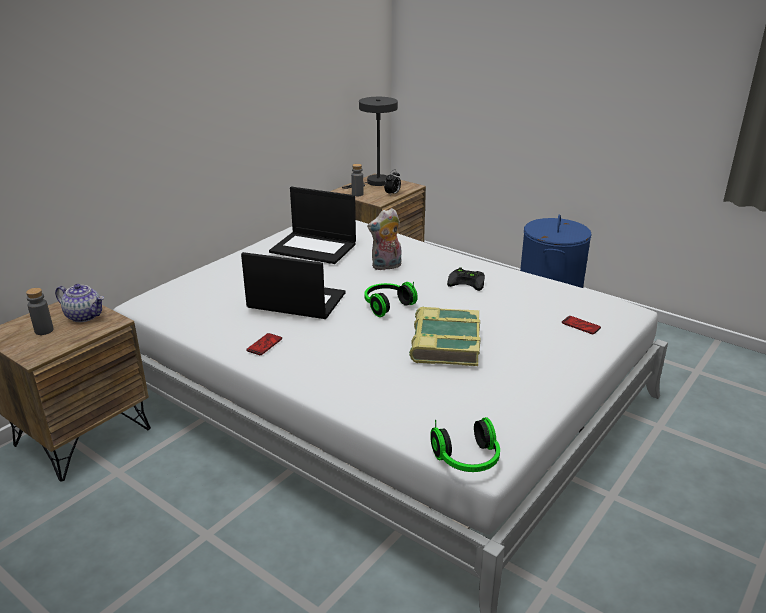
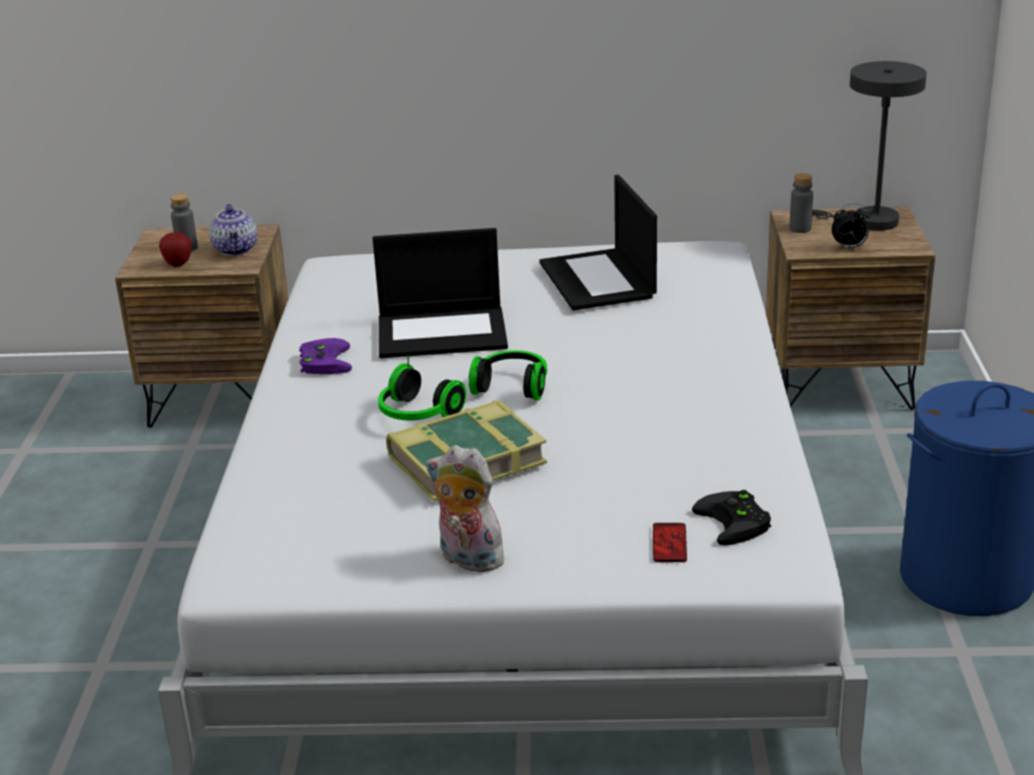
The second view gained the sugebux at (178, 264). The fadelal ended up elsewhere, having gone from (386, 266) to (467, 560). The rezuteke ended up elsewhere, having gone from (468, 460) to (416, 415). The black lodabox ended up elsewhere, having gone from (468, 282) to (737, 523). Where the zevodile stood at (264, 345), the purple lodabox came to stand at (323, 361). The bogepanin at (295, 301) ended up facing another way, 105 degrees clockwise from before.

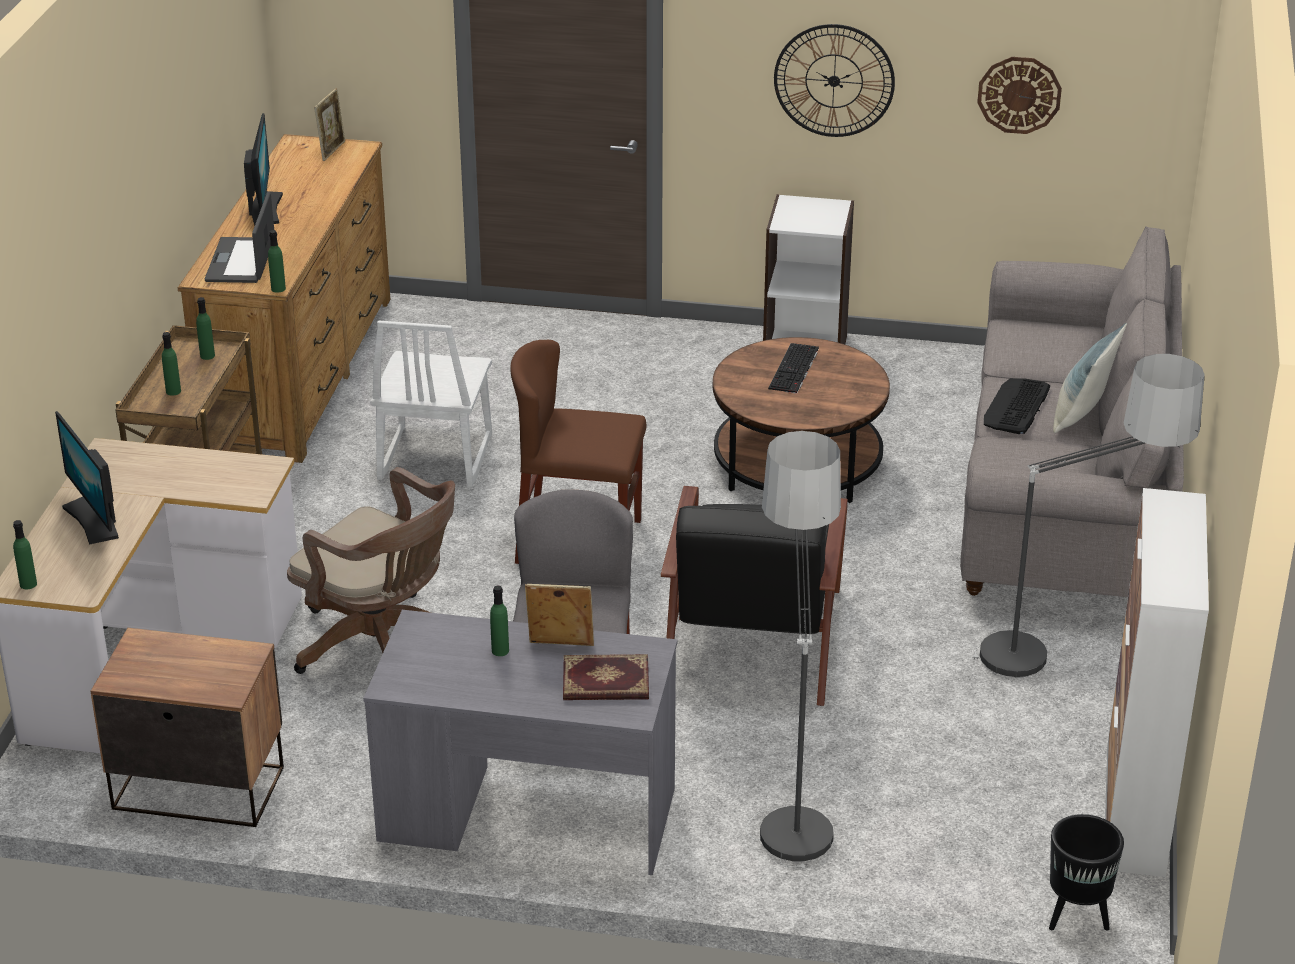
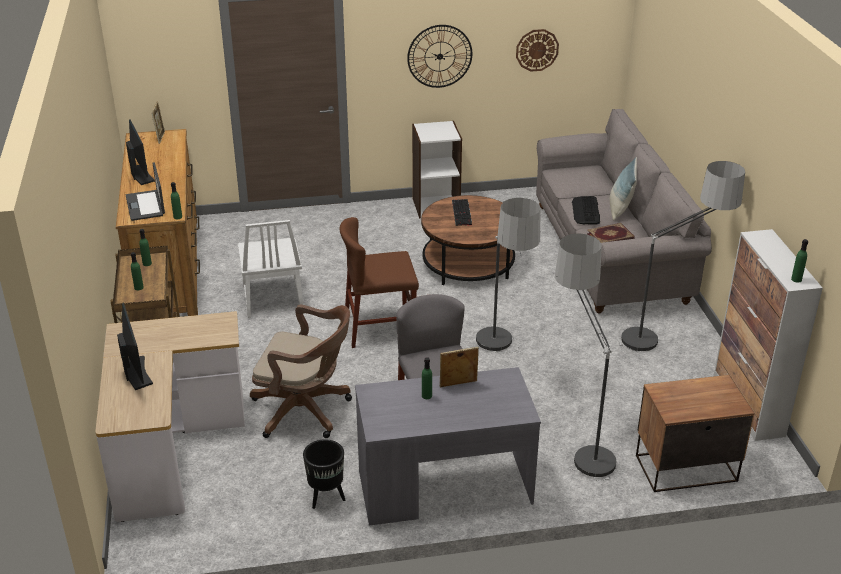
The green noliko ended up elsewhere, having gone from (28, 584) to (796, 279). The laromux ended up elsewhere, having gone from (198, 785) to (684, 467). The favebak ended up elsewhere, having gone from (606, 683) to (610, 237). The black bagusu ended up elsewhere, having gone from (1075, 917) to (325, 497). Where the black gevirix stood at (753, 635), the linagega came to stand at (503, 359). The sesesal at (93, 520) ended up facing another way, 150 degrees counterclockwise from before.

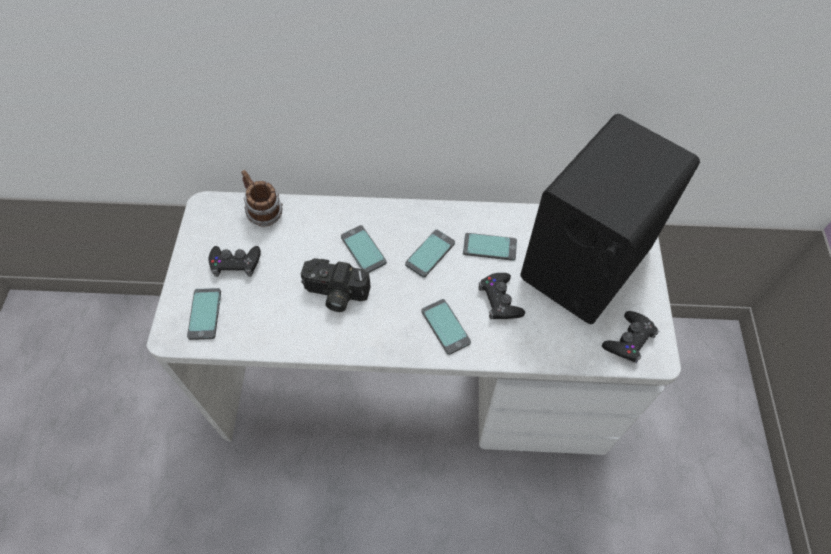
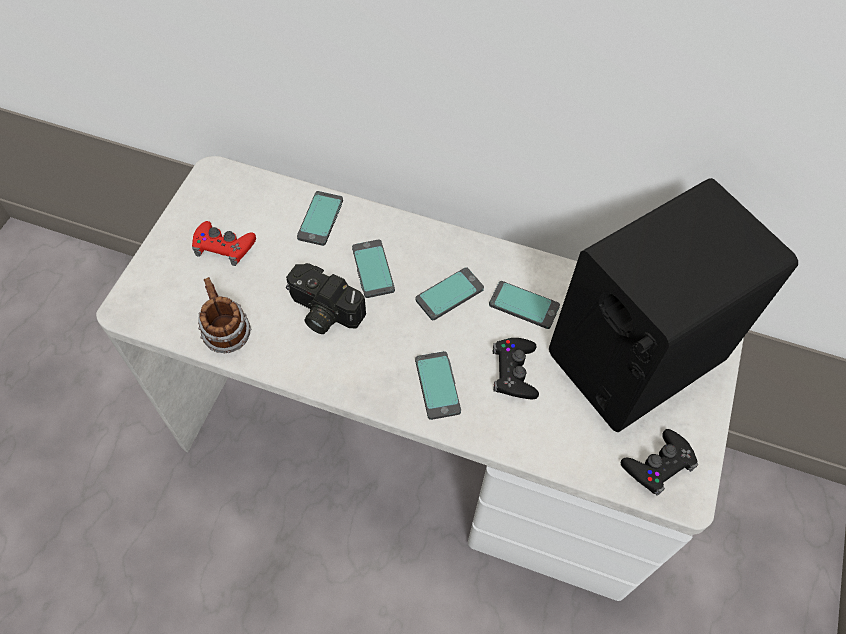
The zevodile ended up elsewhere, having gone from (205, 314) to (321, 219). The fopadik ended up elsewhere, having gone from (263, 213) to (226, 333). What was the black lodabox at (235, 263) turned into the red lodabox at (224, 246).

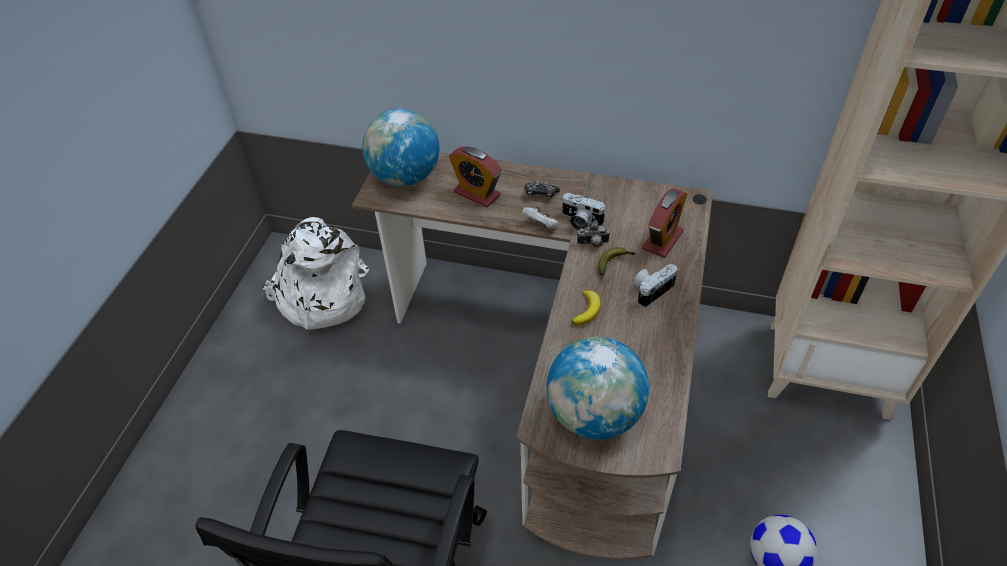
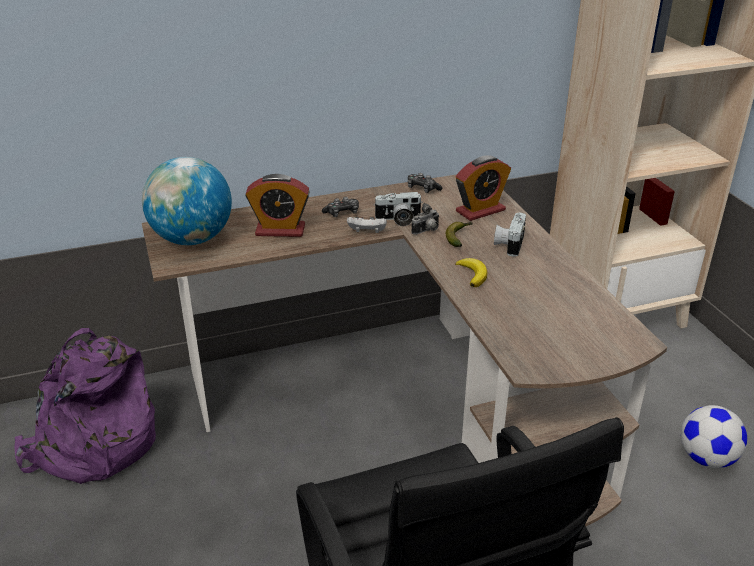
The second view lost the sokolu at (594, 415). The second view gained the lodabox at (422, 189). What was the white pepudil at (320, 297) turned into the purple pepudil at (93, 445). The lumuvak at (662, 240) ended up facing another way, 60 degrees clockwise from before.

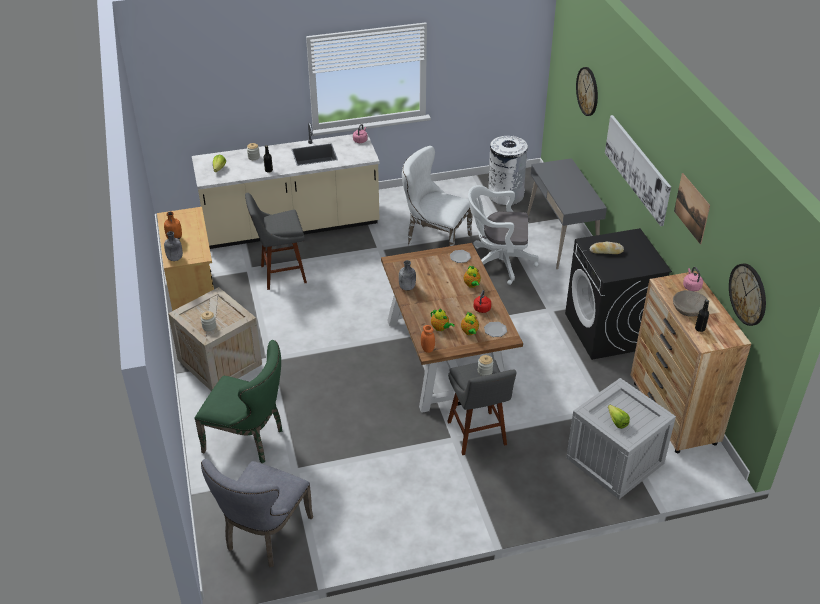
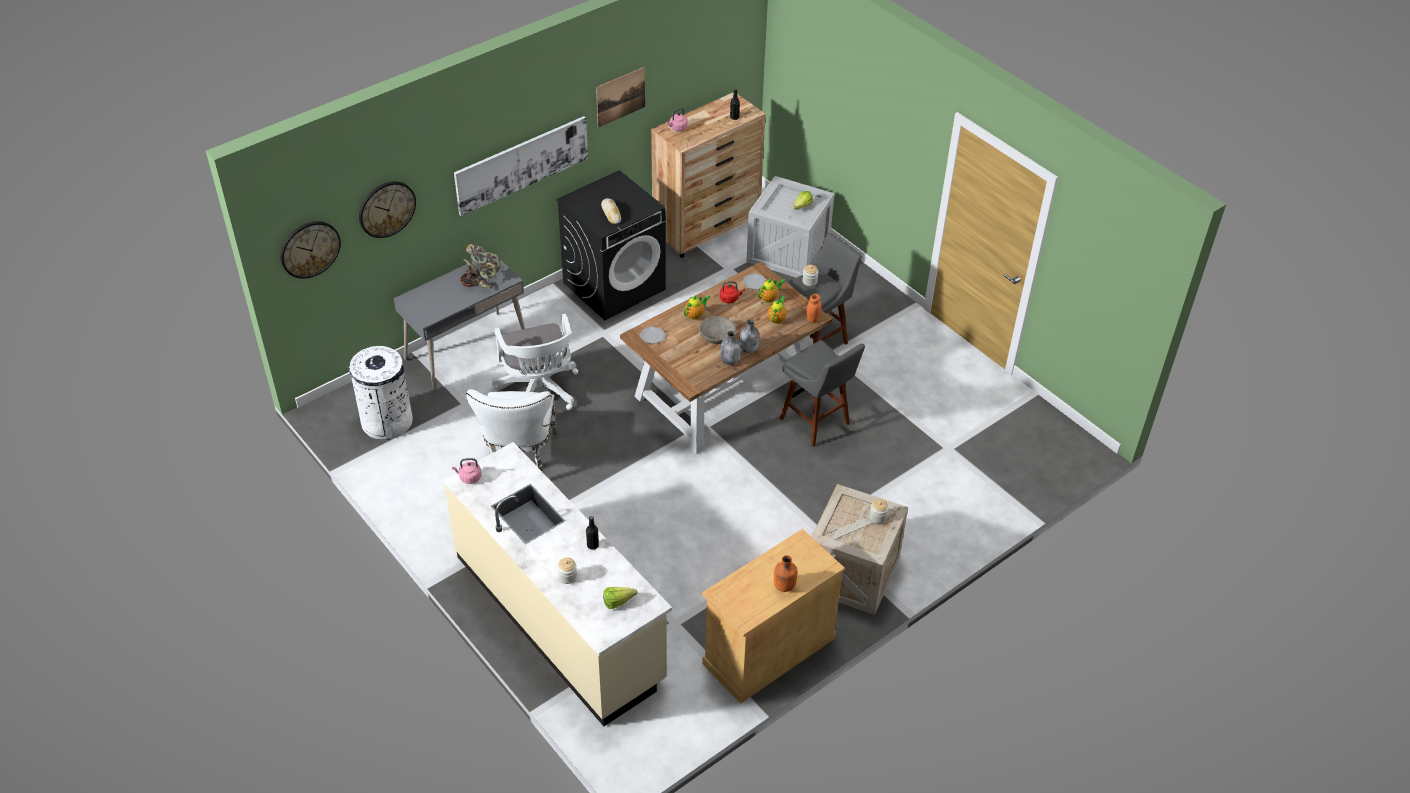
The second view lost the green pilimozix at (249, 439). The second view lost the grey pilimozix at (264, 536). The second view gained the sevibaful at (481, 277). The grey noliko ended up elsewhere, having gone from (175, 258) to (749, 349). The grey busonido ended up elsewhere, having gone from (280, 274) to (817, 423). The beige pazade ended up elsewhere, having gone from (688, 309) to (717, 336). The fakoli ended up elsewhere, having gone from (748, 294) to (310, 249).

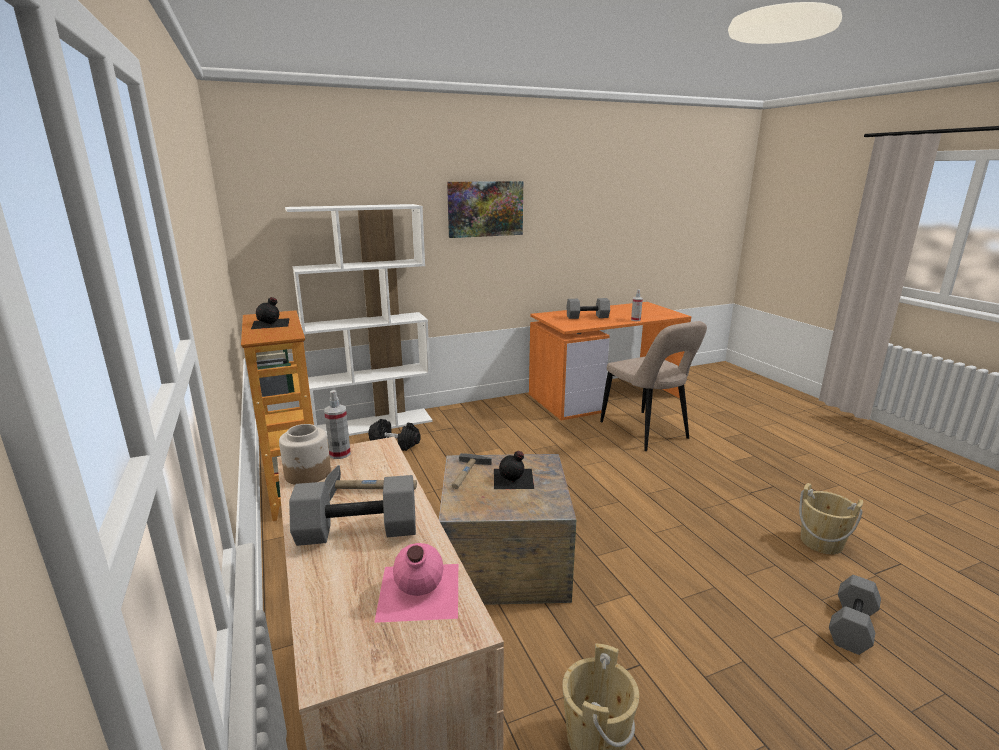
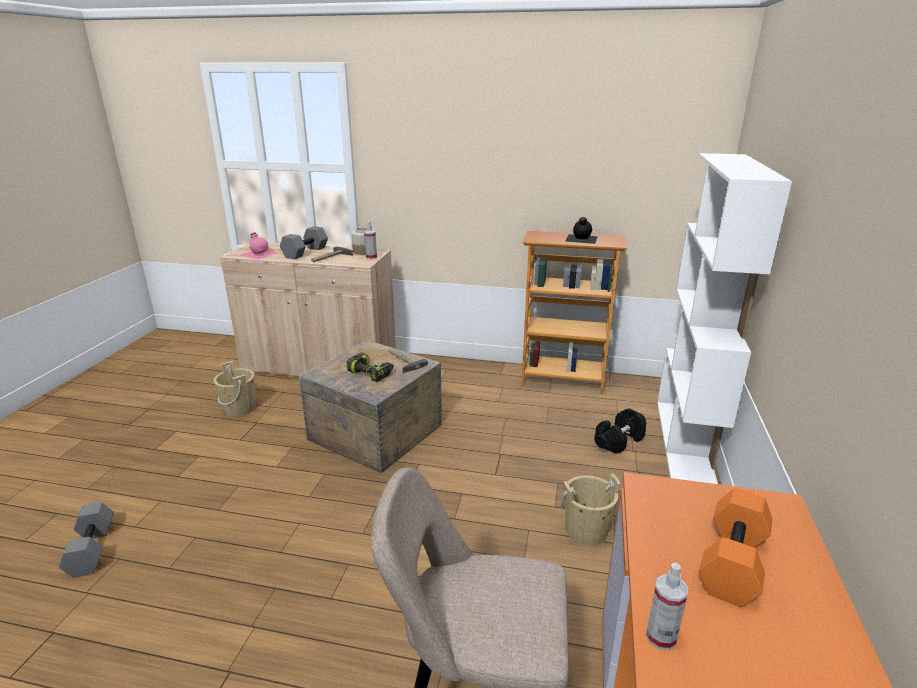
The second view lost the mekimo at (485, 209). The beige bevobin ended up elsewhere, having gone from (821, 542) to (586, 530). Where the black noliko stood at (514, 478), the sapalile came to stand at (371, 373). What was the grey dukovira at (587, 317) turned into the orange dukovira at (734, 563).

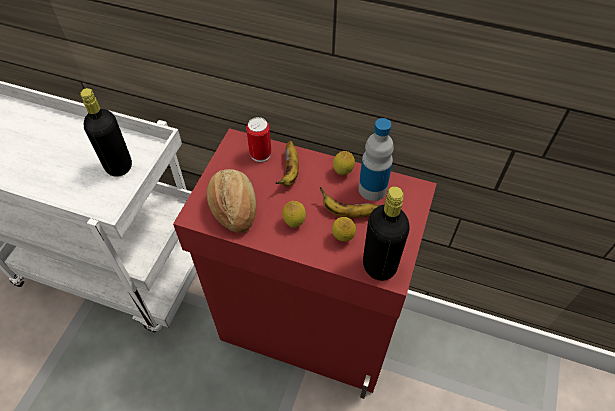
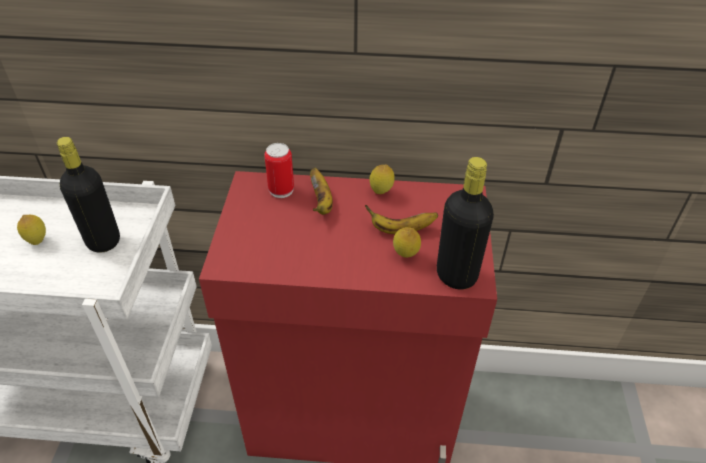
The second view lost the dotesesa at (233, 208). The second view lost the noliko at (372, 189). The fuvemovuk ended up elsewhere, having gone from (294, 223) to (37, 241).

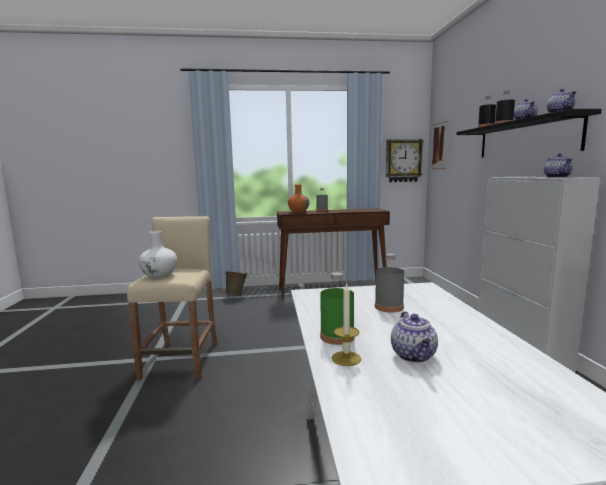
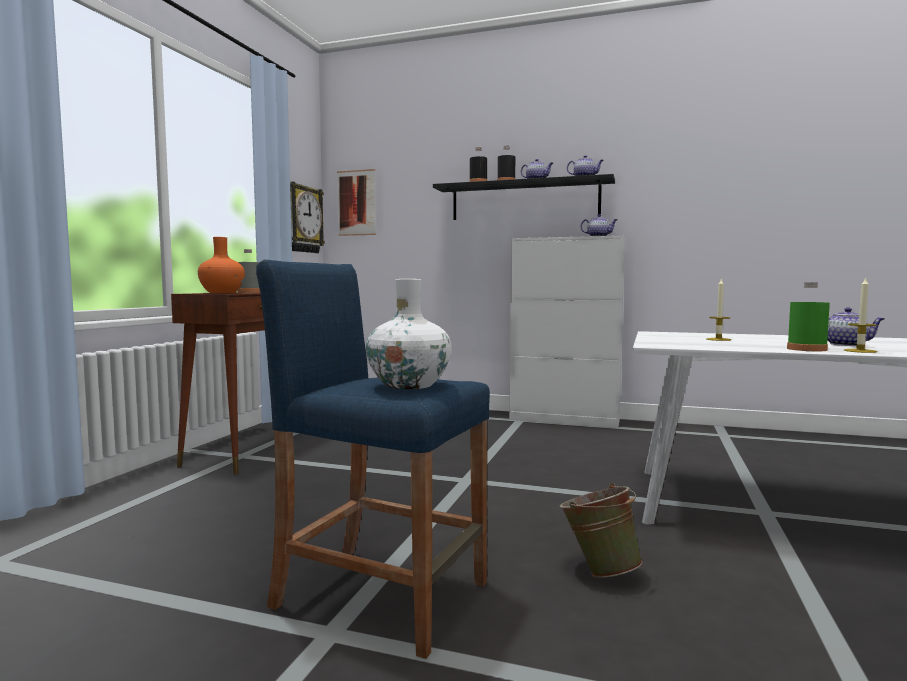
The green bevobin ended up elsewhere, having gone from (236, 295) to (599, 570). Where the grey noliko stood at (389, 307), the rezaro came to stand at (718, 339). What was the beige busonido at (181, 359) turned into the blue busonido at (381, 595).

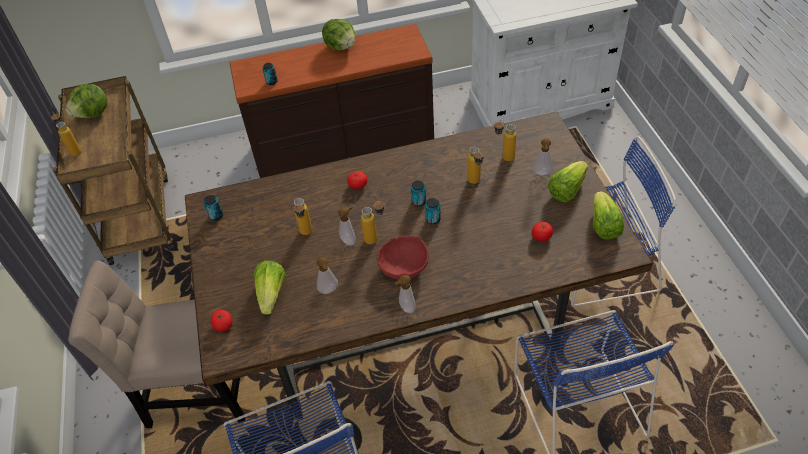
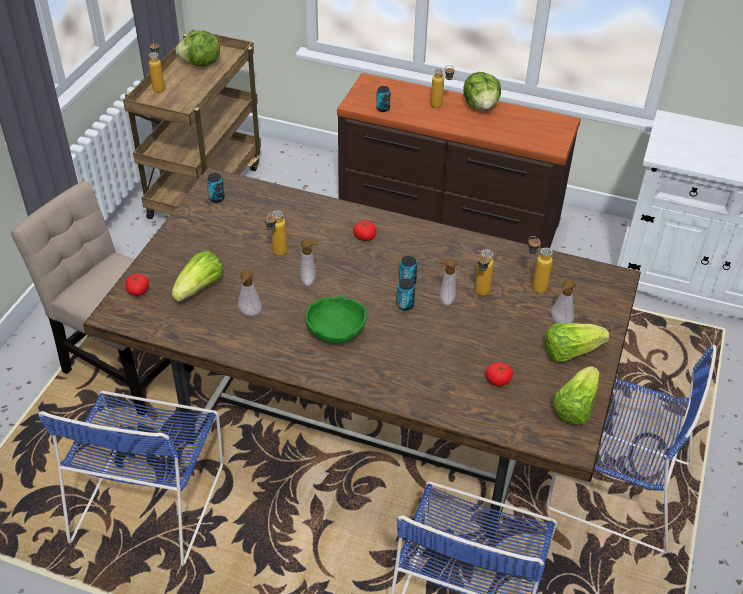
The noliko ended up elsewhere, having gone from (376, 238) to (441, 106). The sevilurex ended up elsewhere, having gone from (406, 308) to (445, 300). What was the red pazade at (403, 266) turned into the green pazade at (335, 331).

